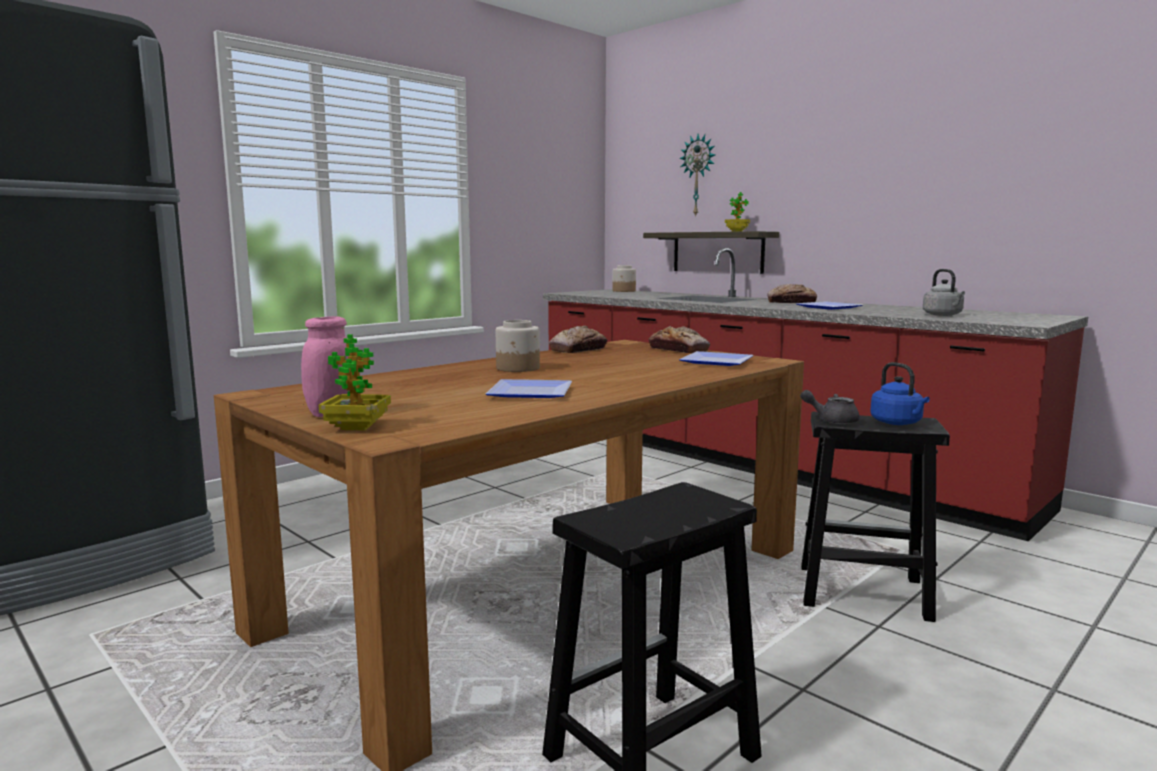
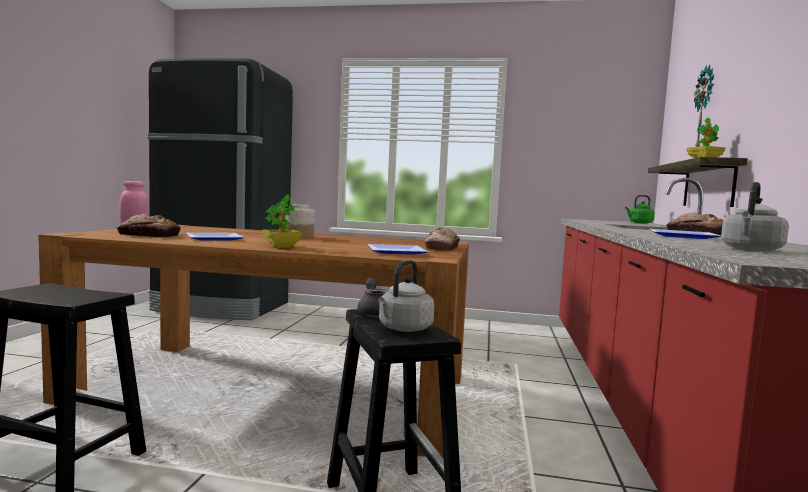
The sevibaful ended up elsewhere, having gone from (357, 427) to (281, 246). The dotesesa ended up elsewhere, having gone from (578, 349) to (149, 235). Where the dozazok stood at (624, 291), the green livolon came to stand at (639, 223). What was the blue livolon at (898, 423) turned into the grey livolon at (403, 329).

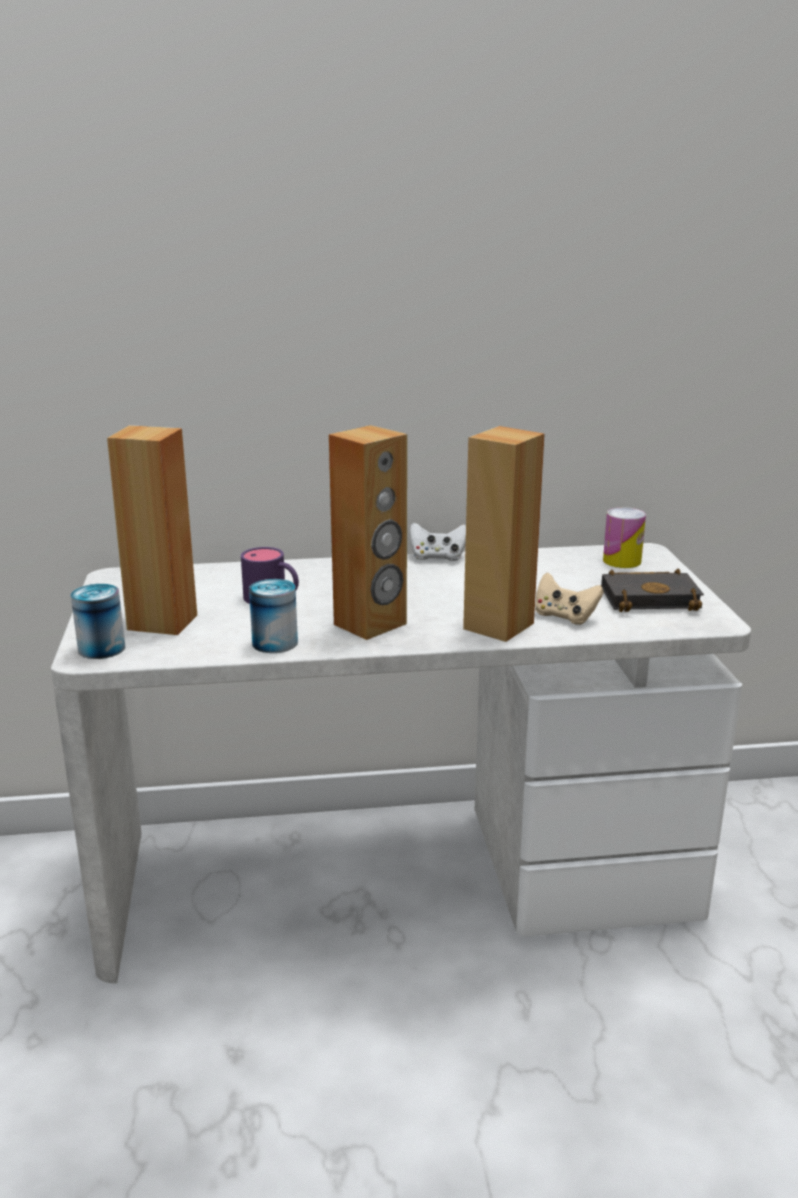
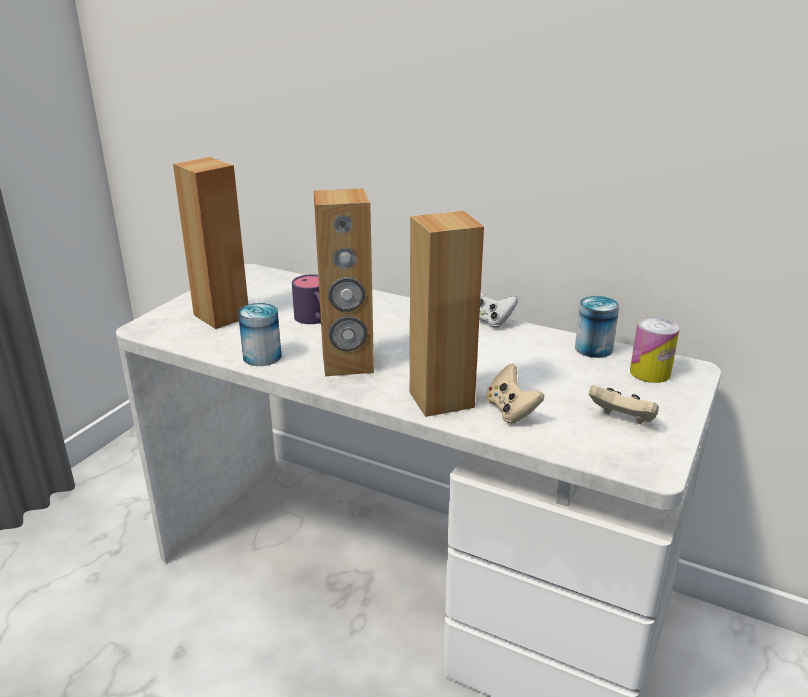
The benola ended up elsewhere, having gone from (101, 648) to (593, 348). Where the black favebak stood at (651, 598), the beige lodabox came to stand at (622, 420).

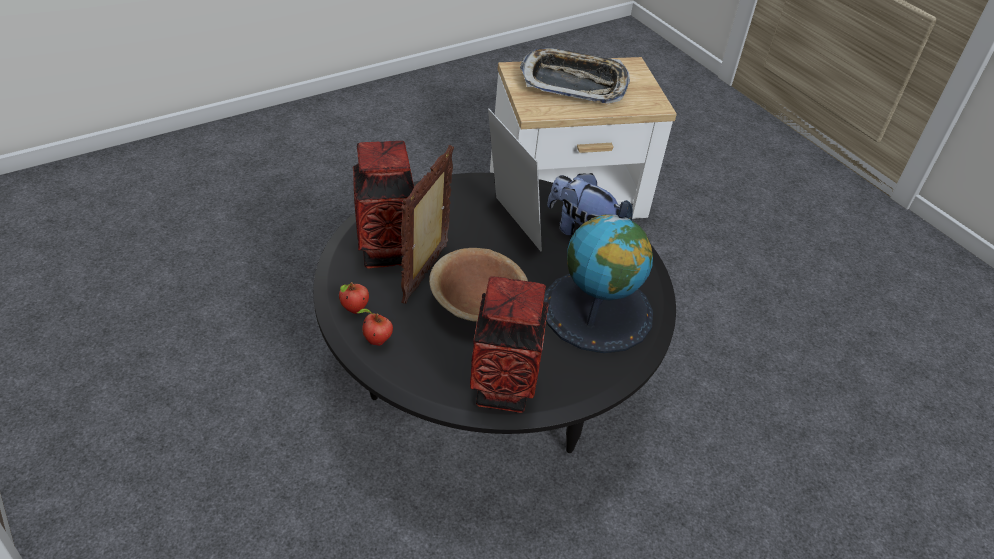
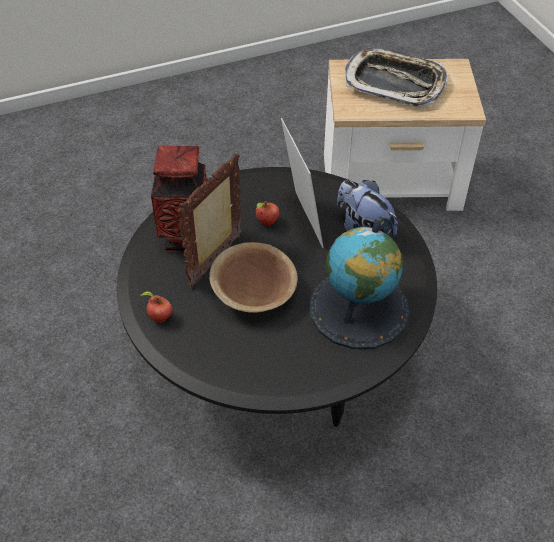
The second view lost the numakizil at (502, 391). The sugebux ended up elsewhere, having gone from (354, 310) to (267, 223).

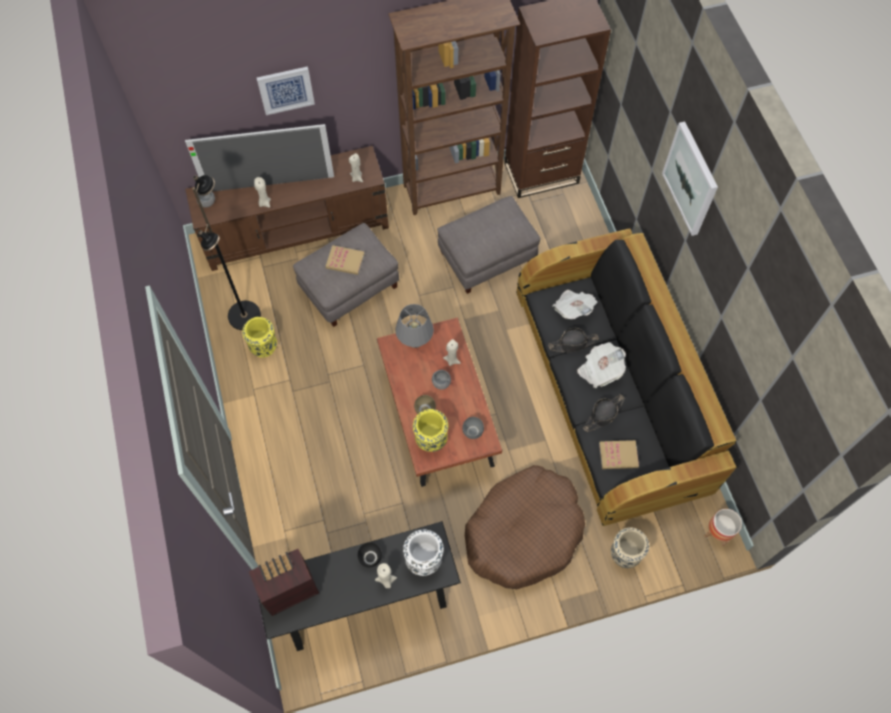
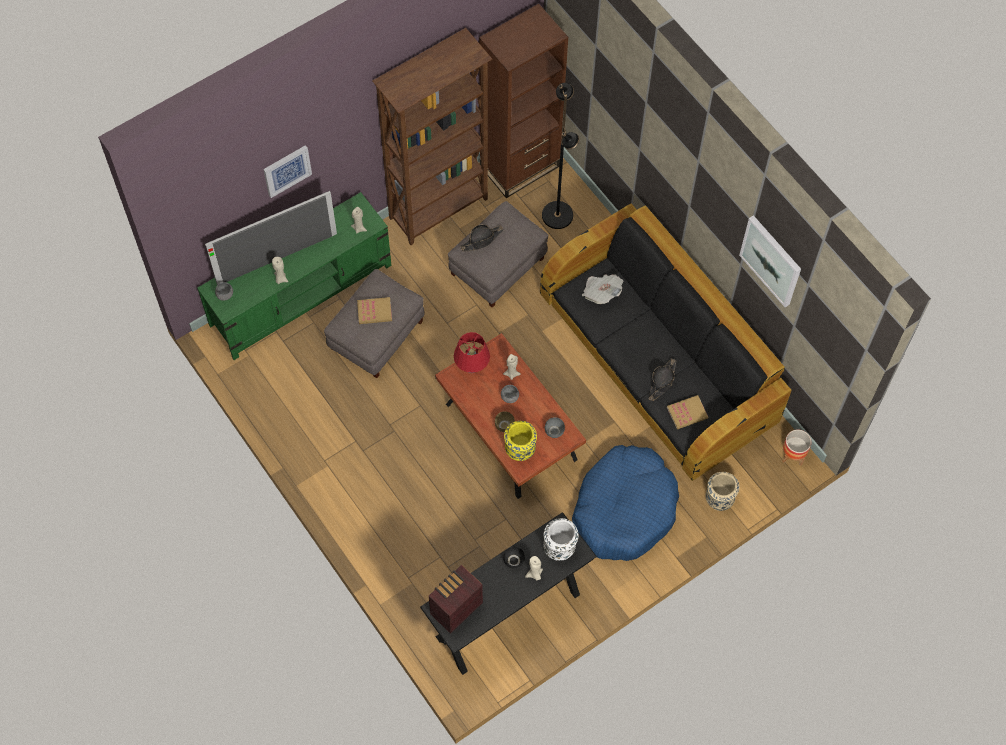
The second view lost the yellow numakizil at (263, 346). The second view lost the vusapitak at (599, 370). The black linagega ended up elsewhere, having gone from (245, 315) to (558, 215). The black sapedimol ended up elsewhere, having gone from (573, 343) to (482, 240). The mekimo ended up elsewhere, having gone from (691, 179) to (771, 260). What was the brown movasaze at (297, 230) turned into the green movasaze at (301, 294). What was the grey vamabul at (414, 342) turned into the red vamabul at (471, 368). What was the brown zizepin at (523, 532) turned into the blue zizepin at (624, 509).

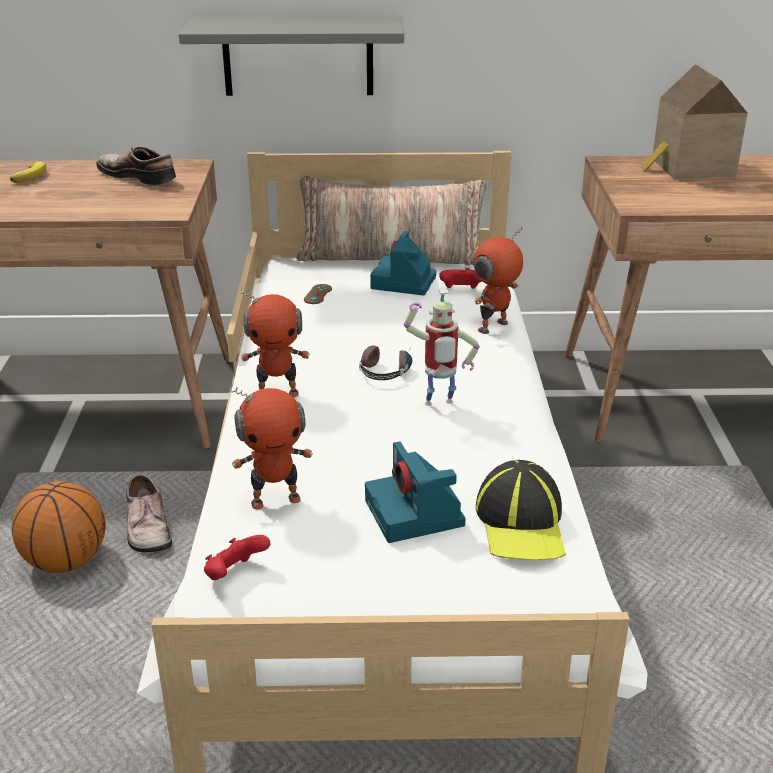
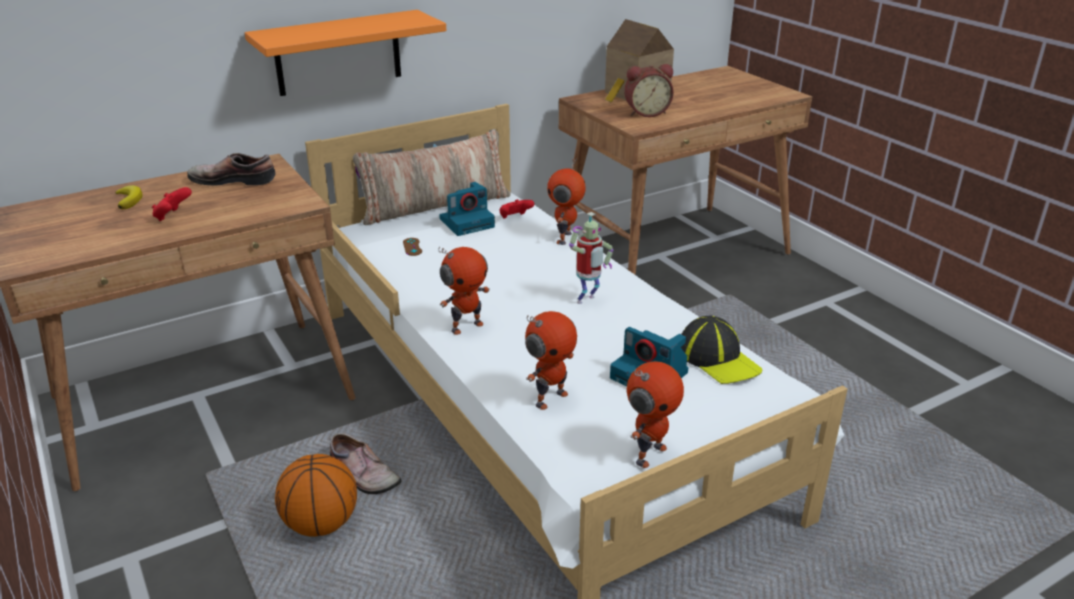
The second view lost the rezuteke at (386, 368). The second view gained the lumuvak at (646, 113). The second view gained the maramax at (649, 454). The red lodabox ended up elsewhere, having gone from (235, 574) to (173, 216). What was the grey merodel at (298, 56) turned into the orange merodel at (338, 53). The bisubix at (404, 283) ended up facing another way, 105 degrees counterclockwise from before.

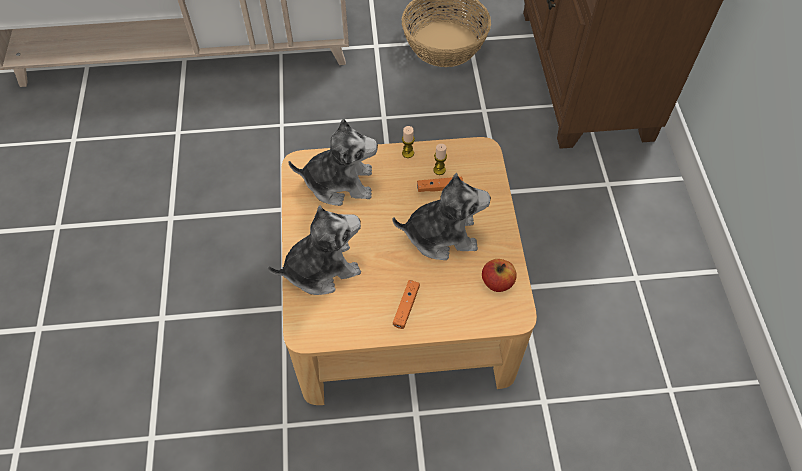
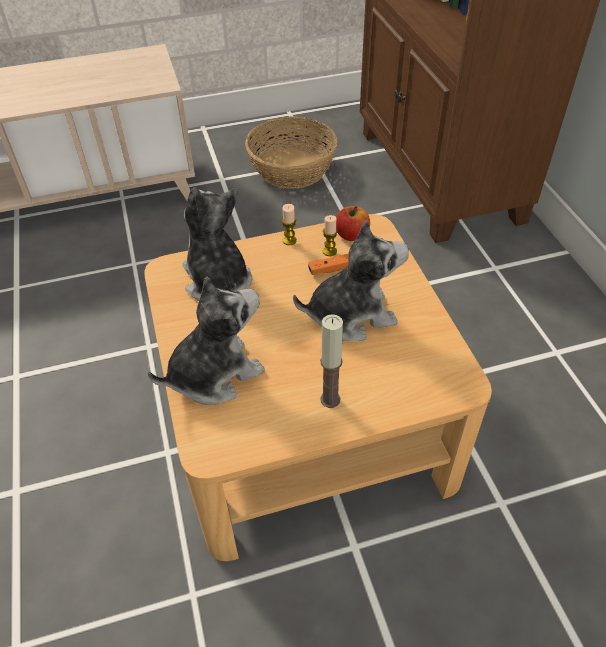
The sugebux ended up elsewhere, having gone from (497, 282) to (351, 235). Where the orange lodabox stood at (406, 307), the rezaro came to stand at (330, 399). The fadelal at (339, 183) ended up facing another way, 105 degrees counterclockwise from before.

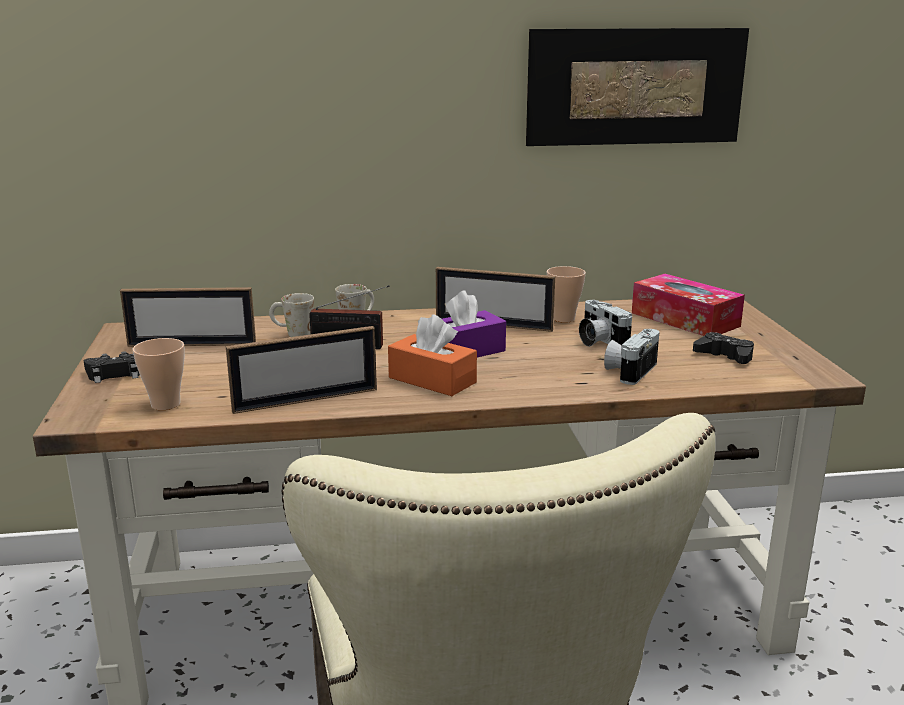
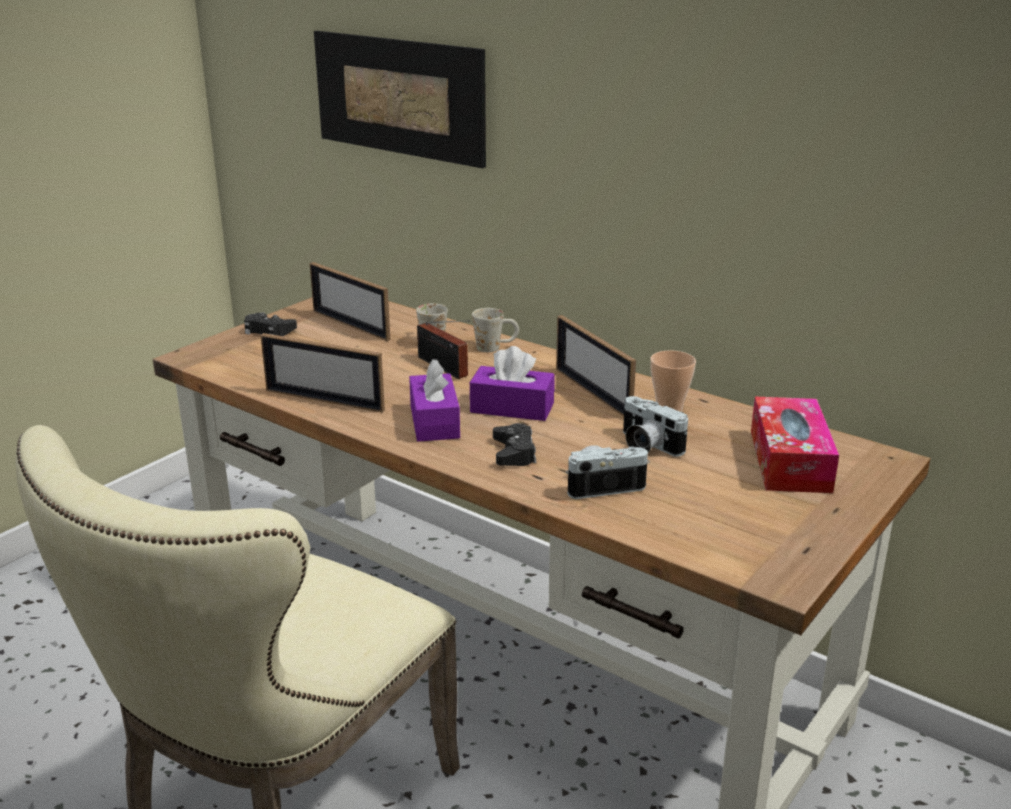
The second view lost the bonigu at (165, 404). The mekimo ended up elsewhere, having gone from (635, 87) to (399, 96). The black lodabox ended up elsewhere, having gone from (725, 356) to (514, 452). What was the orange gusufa at (432, 380) turned into the purple gusufa at (434, 422). The bisubix at (598, 341) ended up facing another way, 60 degrees counterclockwise from before.

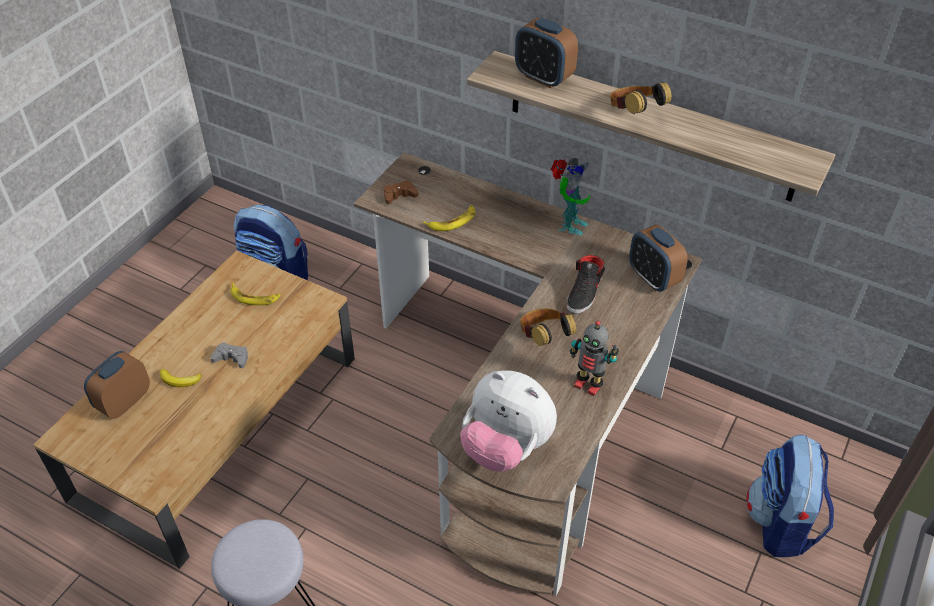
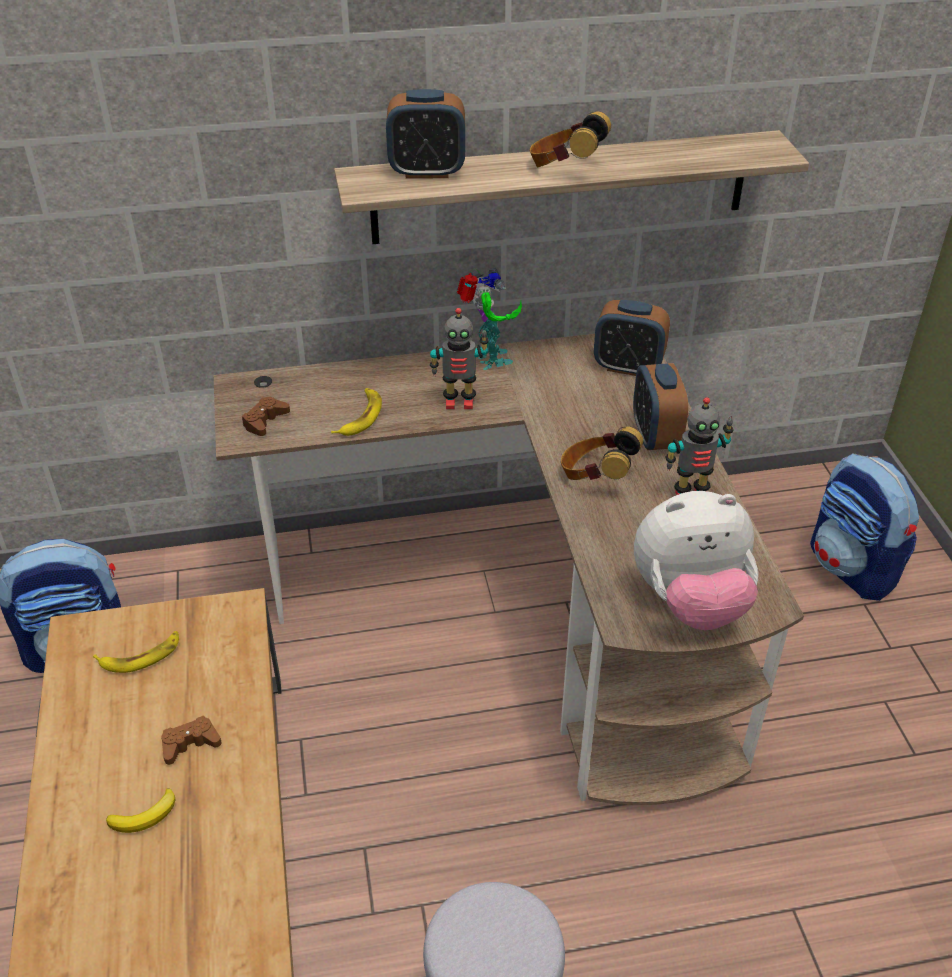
The second view lost the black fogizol at (585, 293). The second view gained the maramax at (459, 402). The lumuvak ended up elsewhere, having gone from (124, 402) to (655, 436). What was the grey lodabox at (231, 358) turned into the brown lodabox at (190, 744).

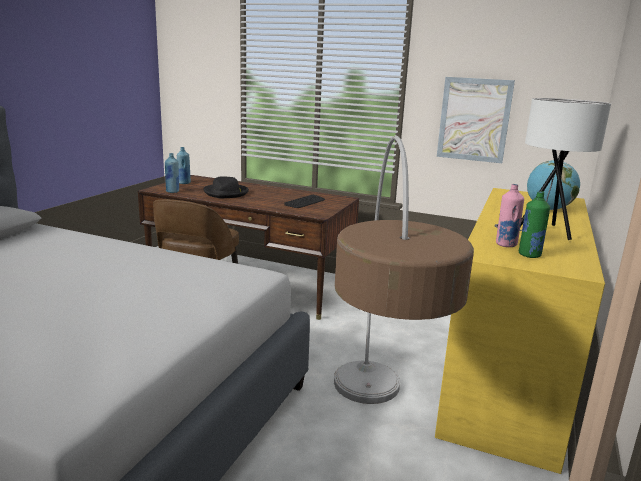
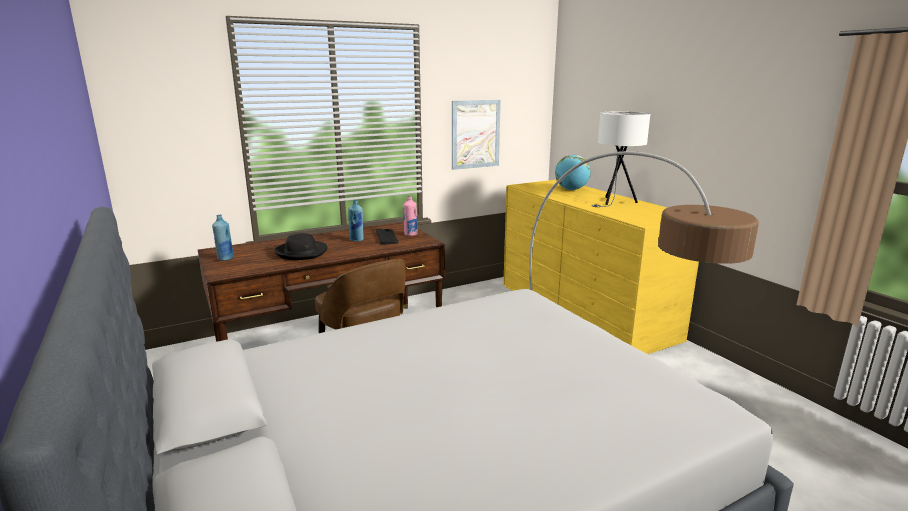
The second view lost the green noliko at (529, 255). The blue noliko ended up elsewhere, having gone from (172, 191) to (357, 240). The pink noliko ended up elsewhere, having gone from (505, 244) to (410, 234).

